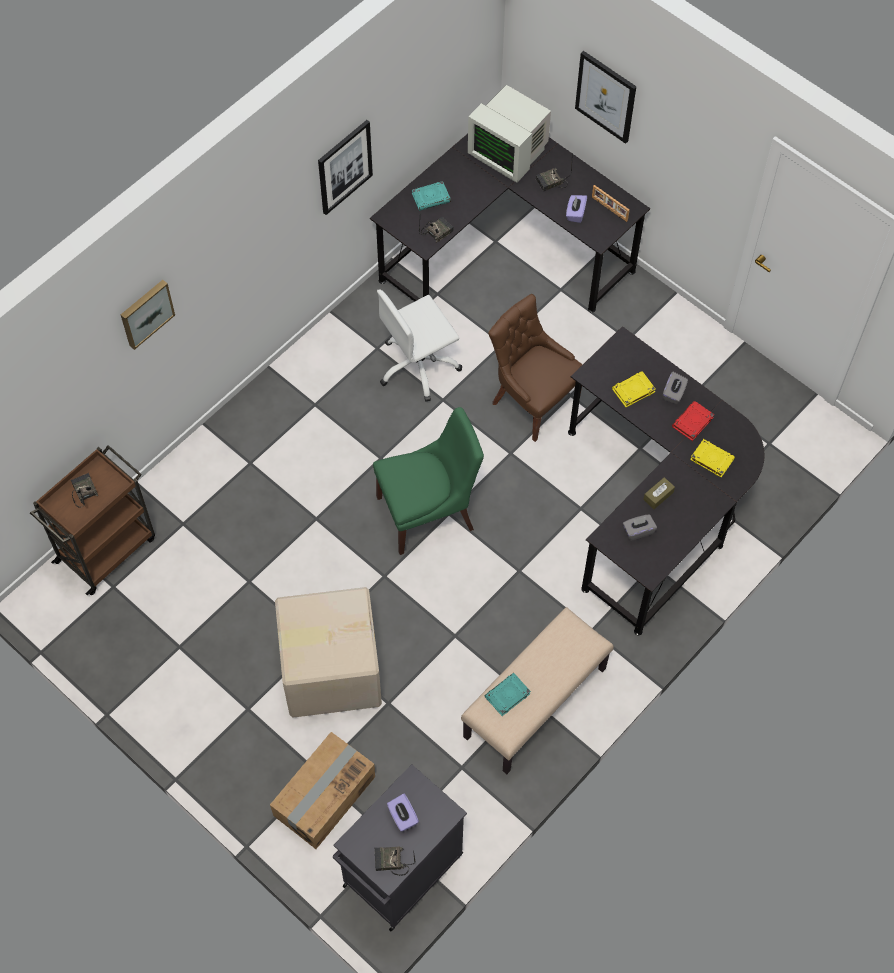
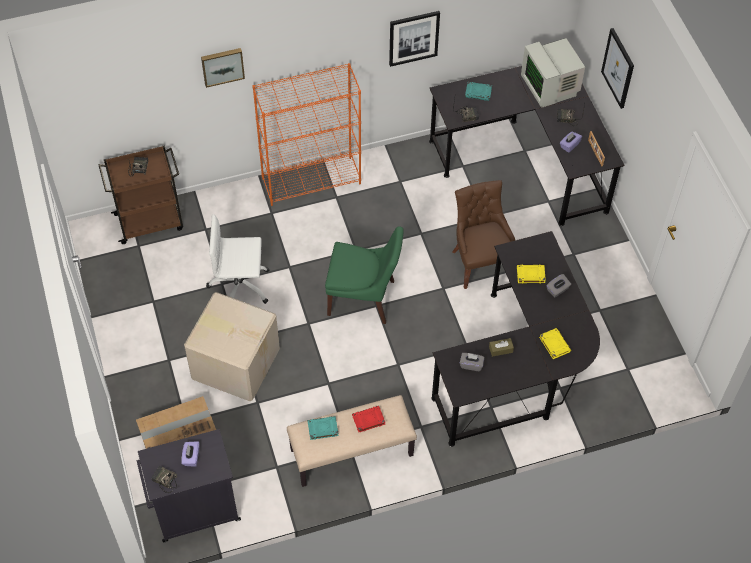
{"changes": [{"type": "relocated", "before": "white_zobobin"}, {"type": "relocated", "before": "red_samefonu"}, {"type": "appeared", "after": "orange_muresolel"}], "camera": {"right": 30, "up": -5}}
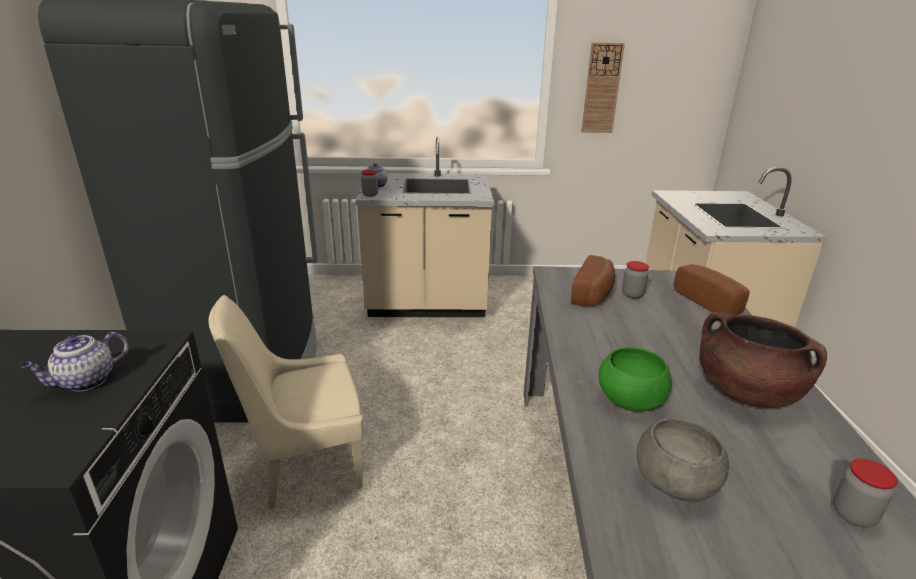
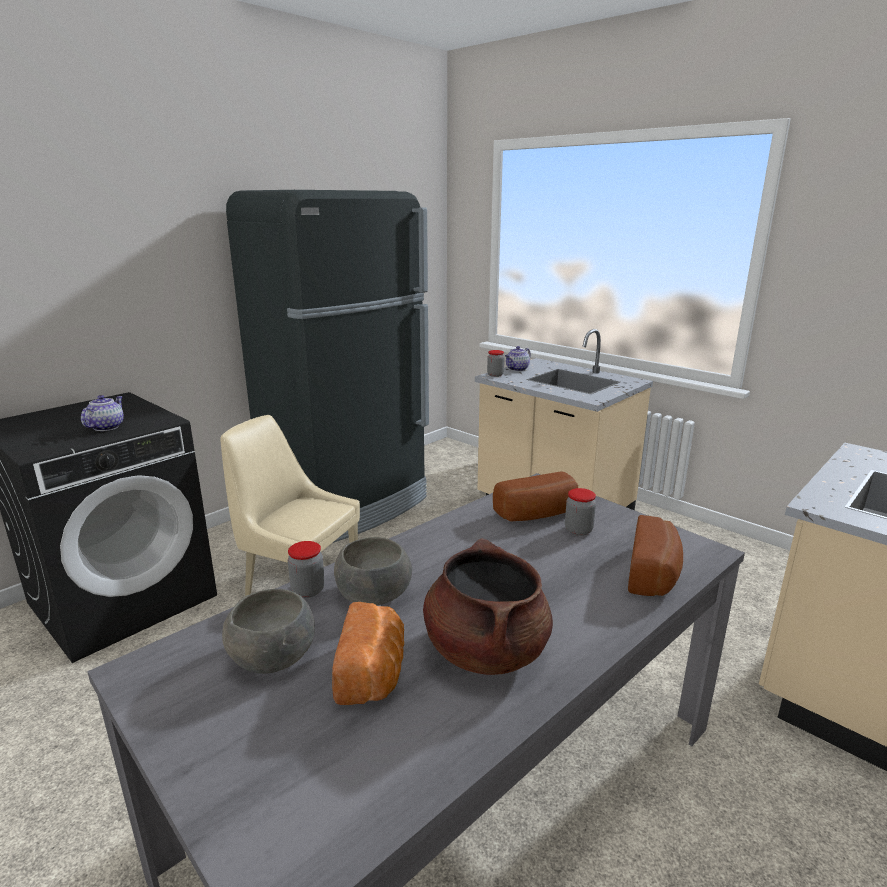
{"changes": [{"type": "missing", "before": "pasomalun"}, {"type": "spun", "before": "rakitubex (no. 1 from left)", "turn": 105}, {"type": "colour", "before": "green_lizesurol", "after": "grey_lizesurol (no. 2 from left)"}, {"type": "relocated", "before": "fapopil (no. 3 from left in the first image)", "after": "fapopil (no. 1 from left)"}, {"type": "appeared", "after": "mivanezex (no. 1 from left)"}], "camera": {"right": 45, "up": -5}}
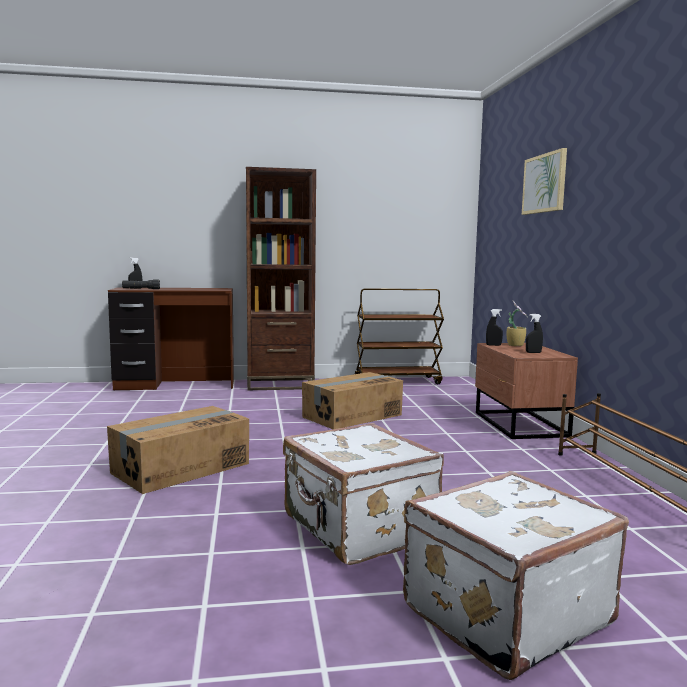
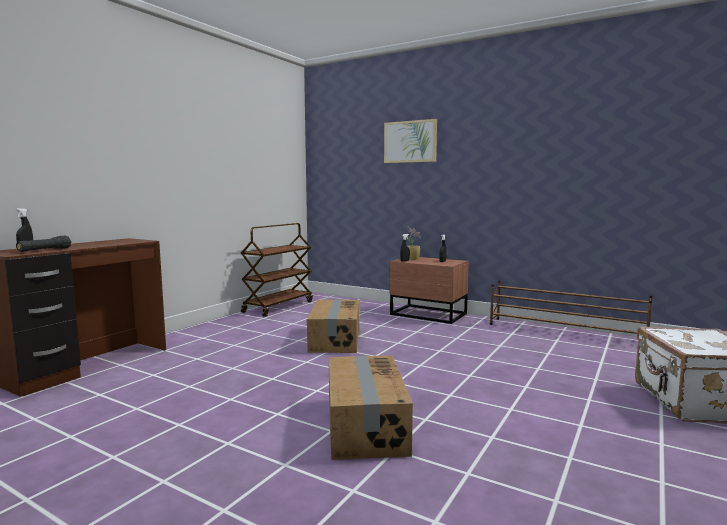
{"changes": [{"type": "missing", "before": "brown_muresolel"}, {"type": "missing", "before": "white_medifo (no. 1 from left)"}], "camera": {"right": -50, "up": 0}}
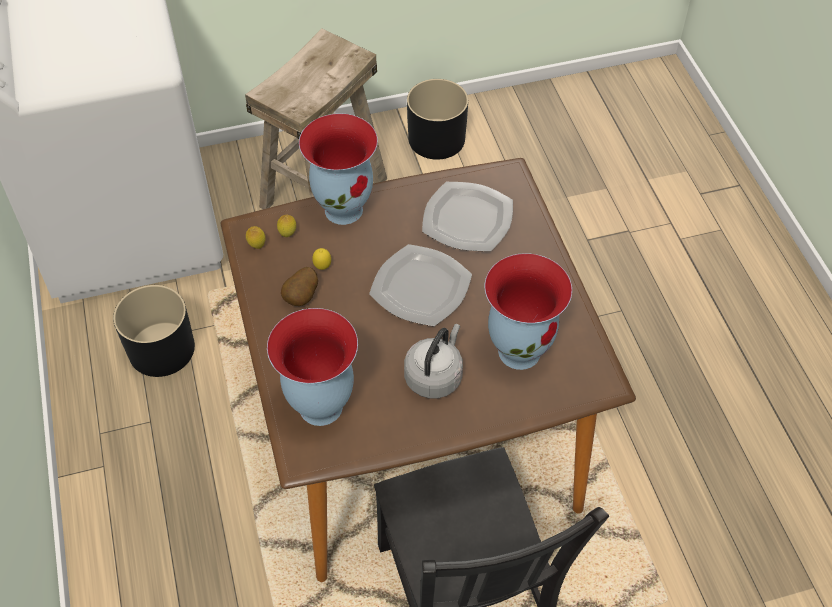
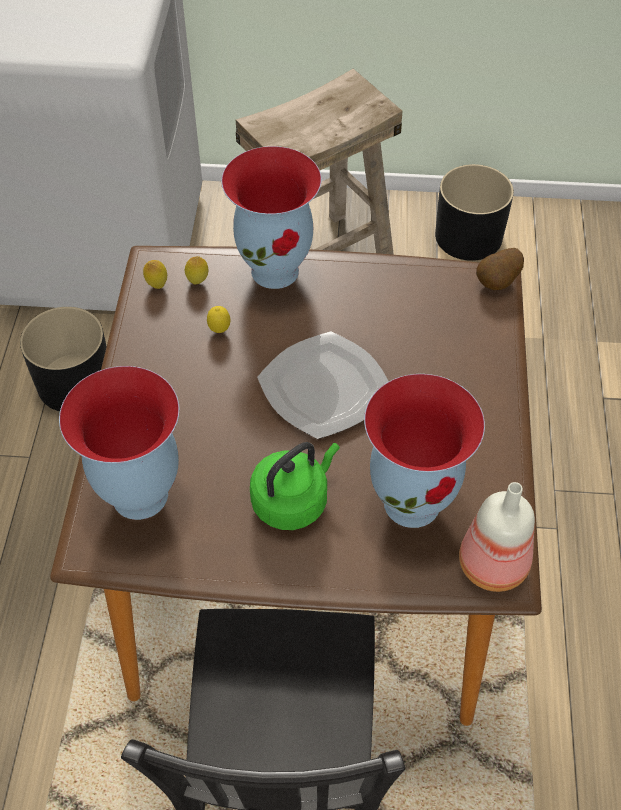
{"changes": [{"type": "missing", "before": "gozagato (no. 2 from left)"}, {"type": "relocated", "before": "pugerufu"}, {"type": "colour", "before": "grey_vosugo", "after": "green_vosugo"}, {"type": "appeared", "after": "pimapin"}], "camera": {"right": 20, "up": 0}}
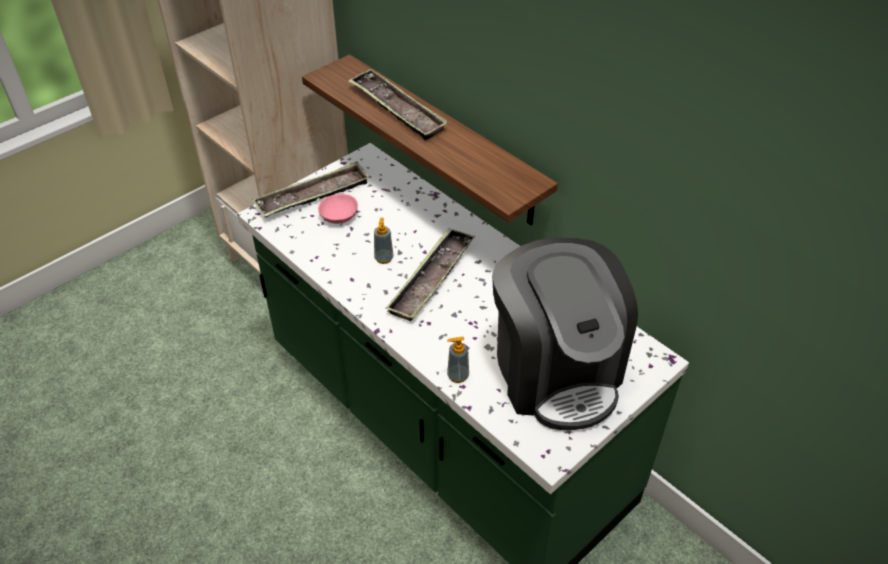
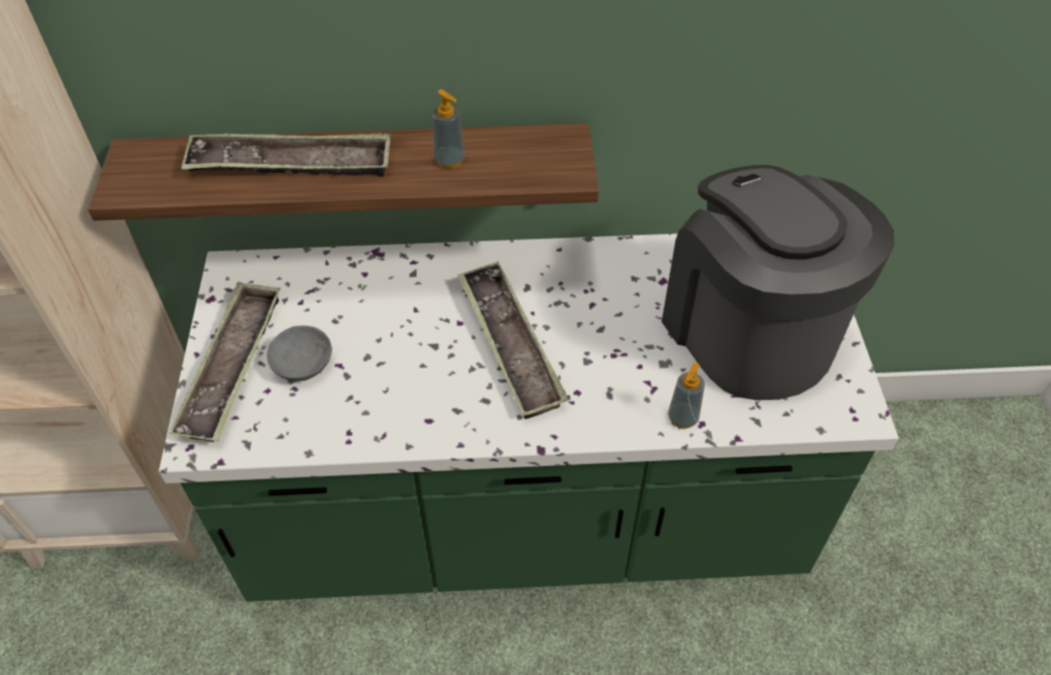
{"changes": [{"type": "colour", "before": "pink_lizesurol", "after": "grey_lizesurol"}, {"type": "relocated", "before": "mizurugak (no. 1 from left)"}, {"type": "spun", "before": "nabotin", "turn": -135}], "camera": {"right": -50, "up": 5}}
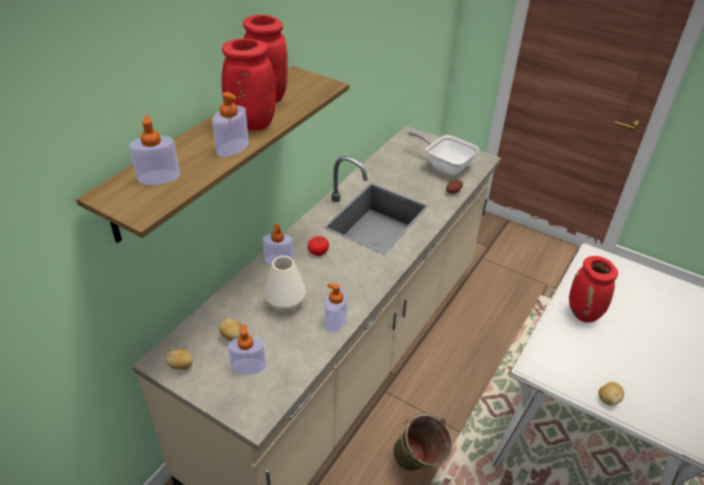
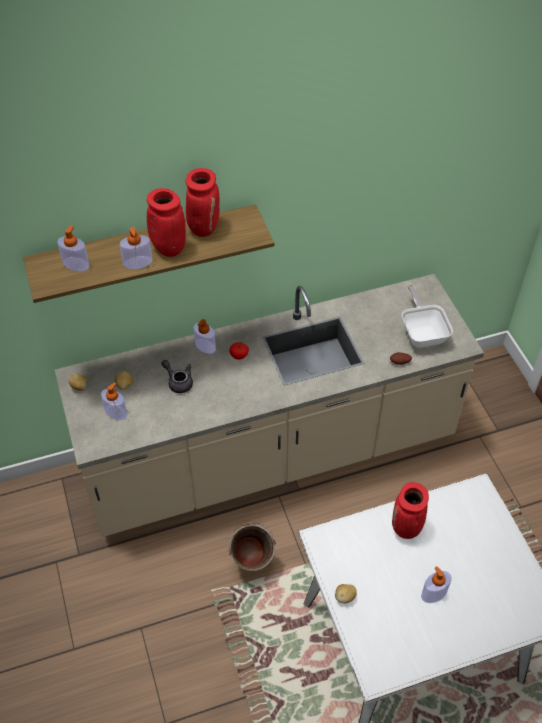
{"changes": [{"type": "exchanged", "before": "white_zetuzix", "after": "grey_rakitubex"}, {"type": "relocated", "before": "mizurugak (no. 5 from left)"}], "camera": {"right": 40, "up": 10}}
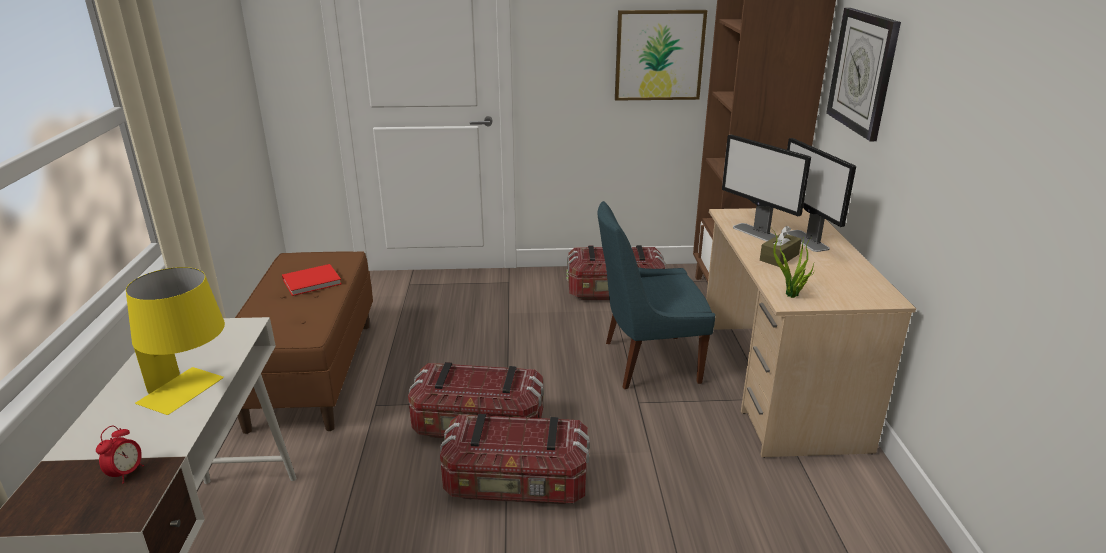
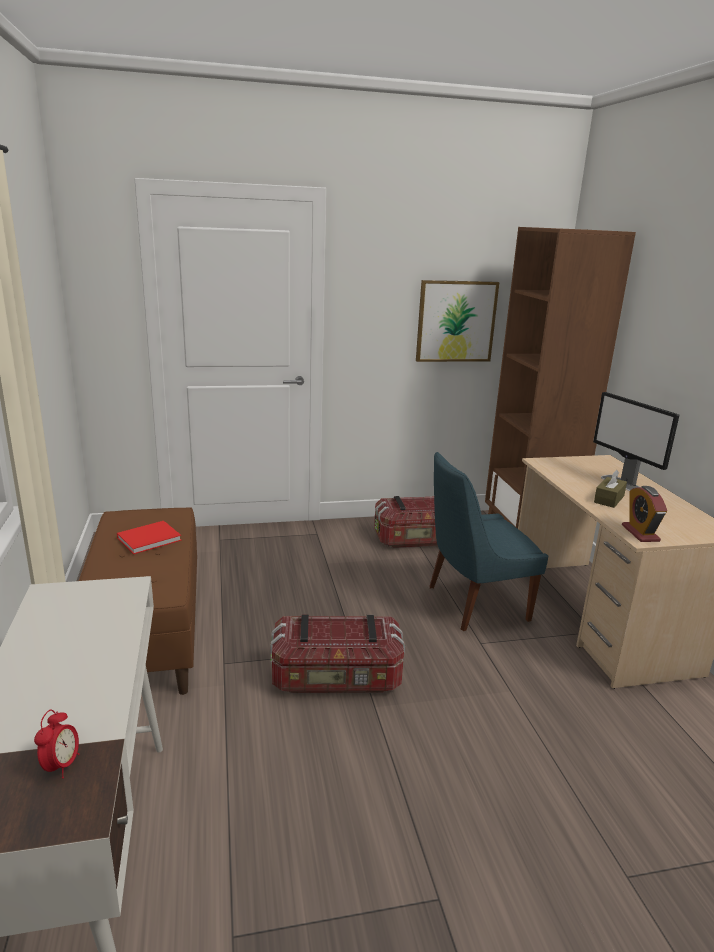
{"changes": [{"type": "missing", "before": "pasomalun"}, {"type": "missing", "before": "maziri (no. 1 from left)"}, {"type": "exchanged", "before": "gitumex", "after": "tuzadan (no. 2 from left)"}, {"type": "missing", "before": "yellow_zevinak"}, {"type": "missing", "before": "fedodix (no. 2 from left)"}], "camera": {"right": -10, "up": -5}}
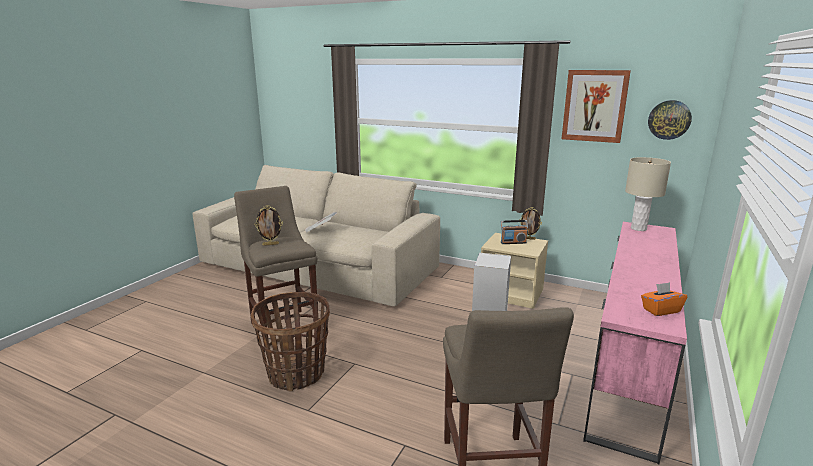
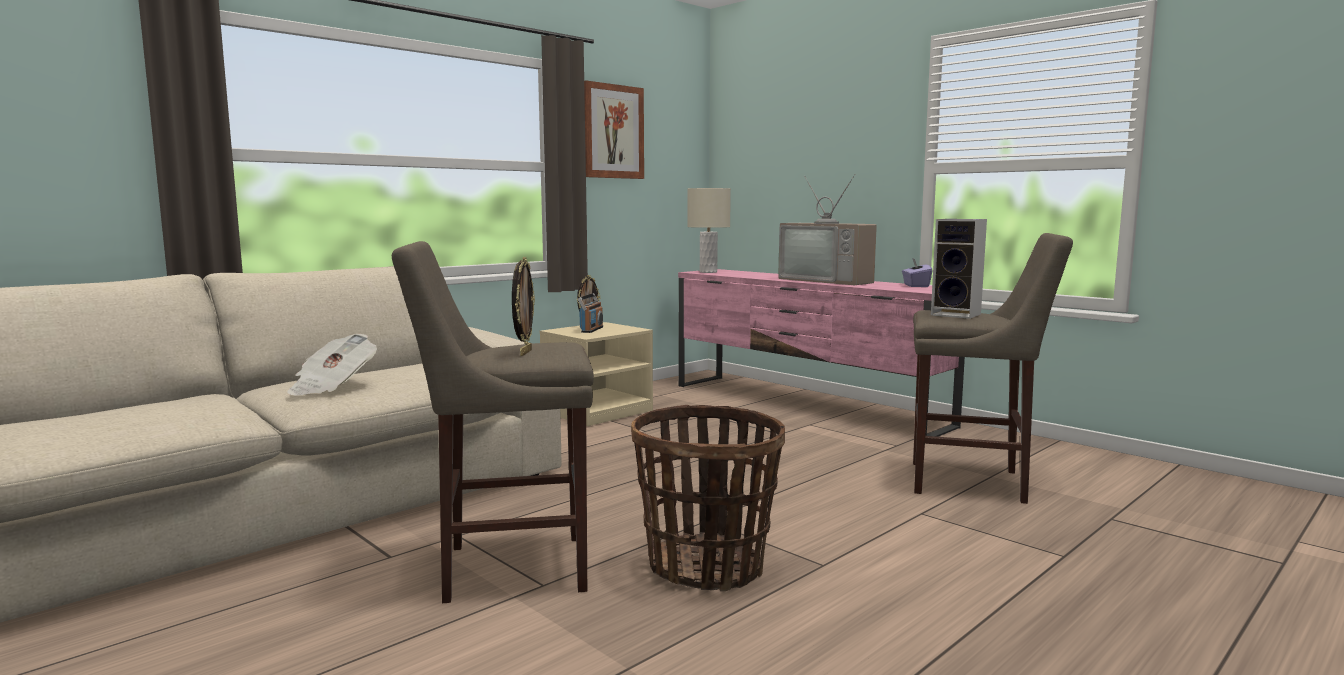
{"changes": [{"type": "missing", "before": "pasomalun"}, {"type": "colour", "before": "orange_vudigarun", "after": "purple_vudigarun"}, {"type": "appeared", "after": "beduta"}], "camera": {"right": -70, "up": -10}}
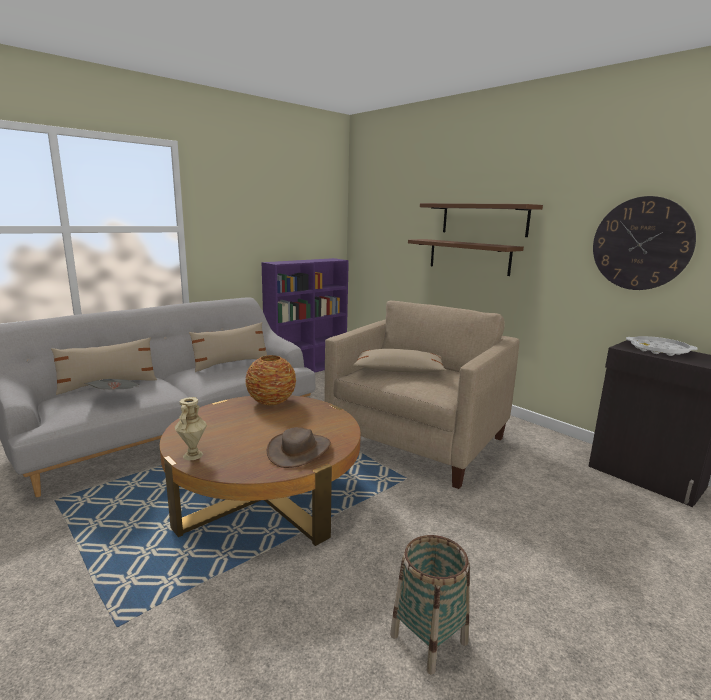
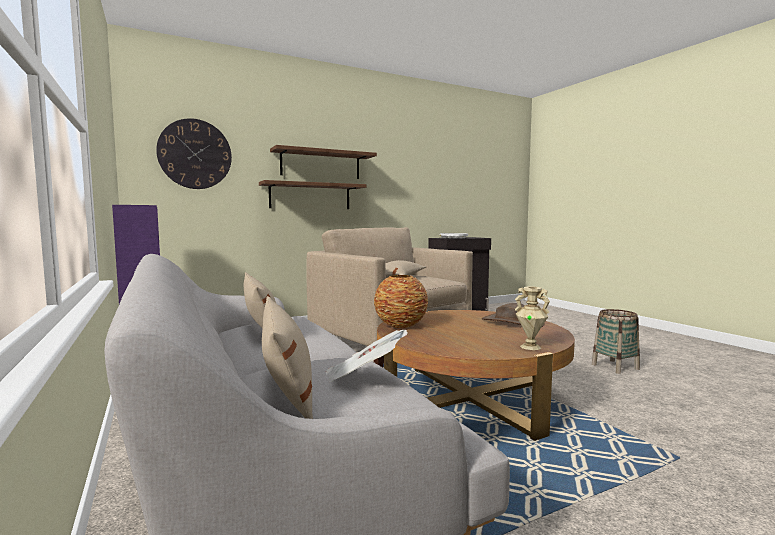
{"changes": [{"type": "relocated", "before": "pasomalun"}], "camera": {"right": -75, "up": -10}}
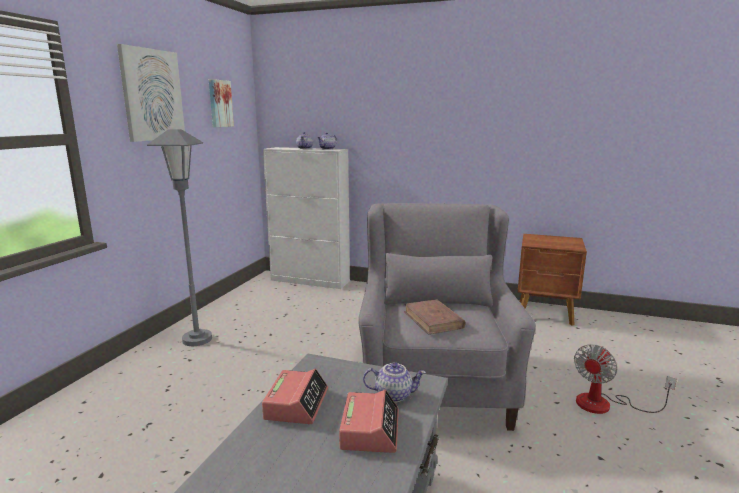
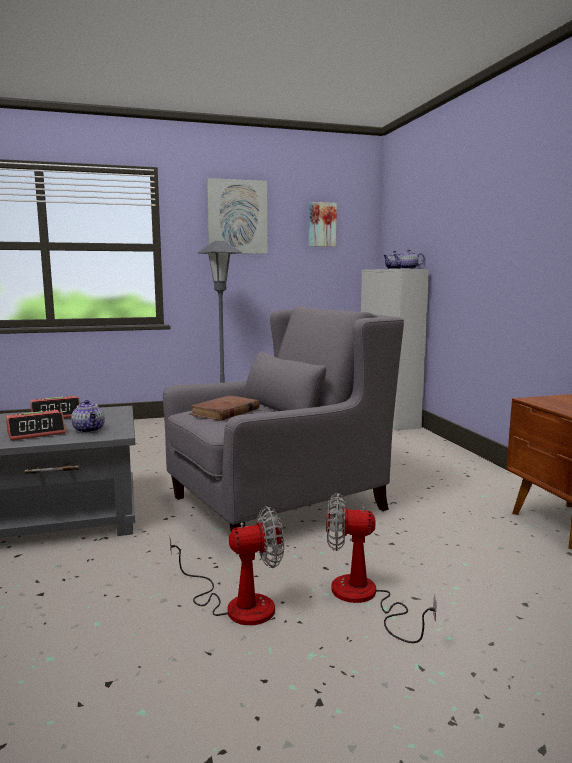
{"changes": [{"type": "appeared", "after": "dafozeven (no. 1 from left)"}], "camera": {"right": 55, "up": -5}}
